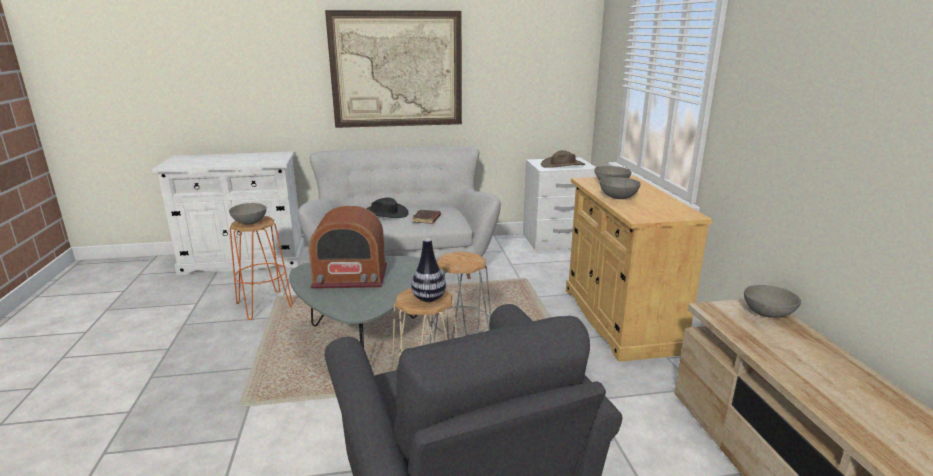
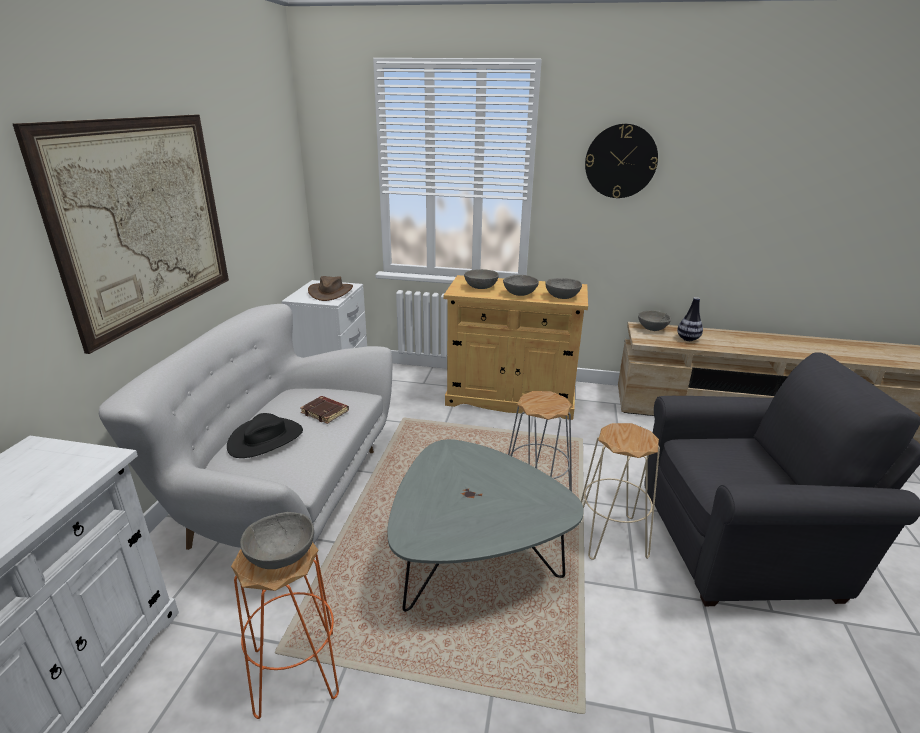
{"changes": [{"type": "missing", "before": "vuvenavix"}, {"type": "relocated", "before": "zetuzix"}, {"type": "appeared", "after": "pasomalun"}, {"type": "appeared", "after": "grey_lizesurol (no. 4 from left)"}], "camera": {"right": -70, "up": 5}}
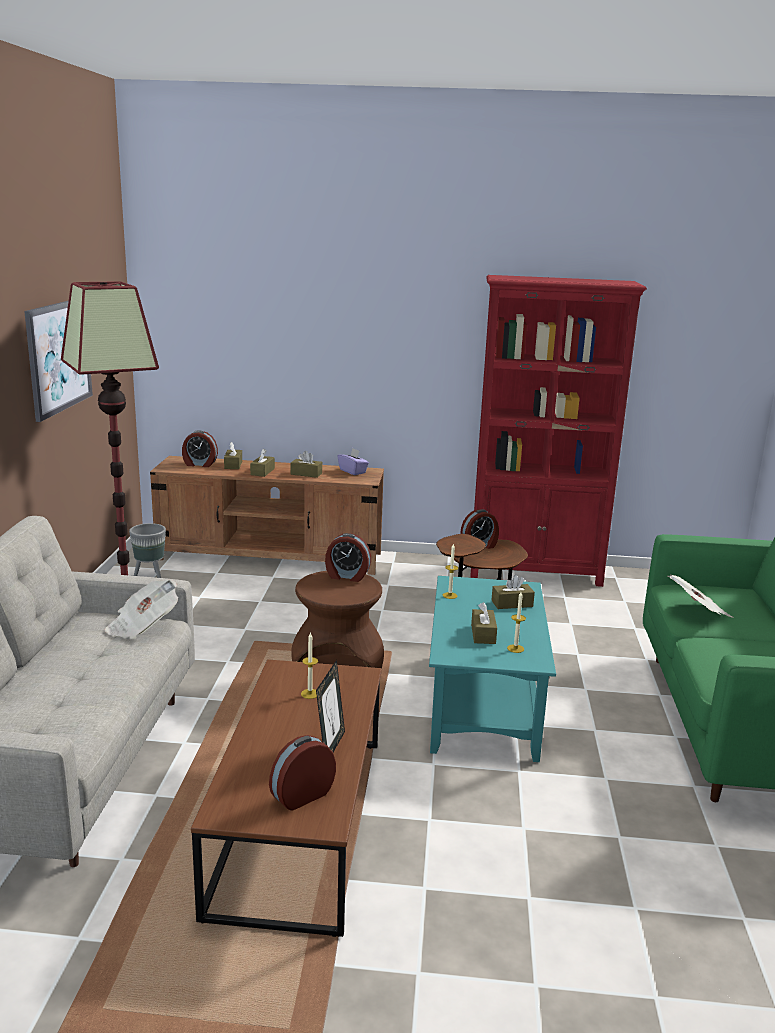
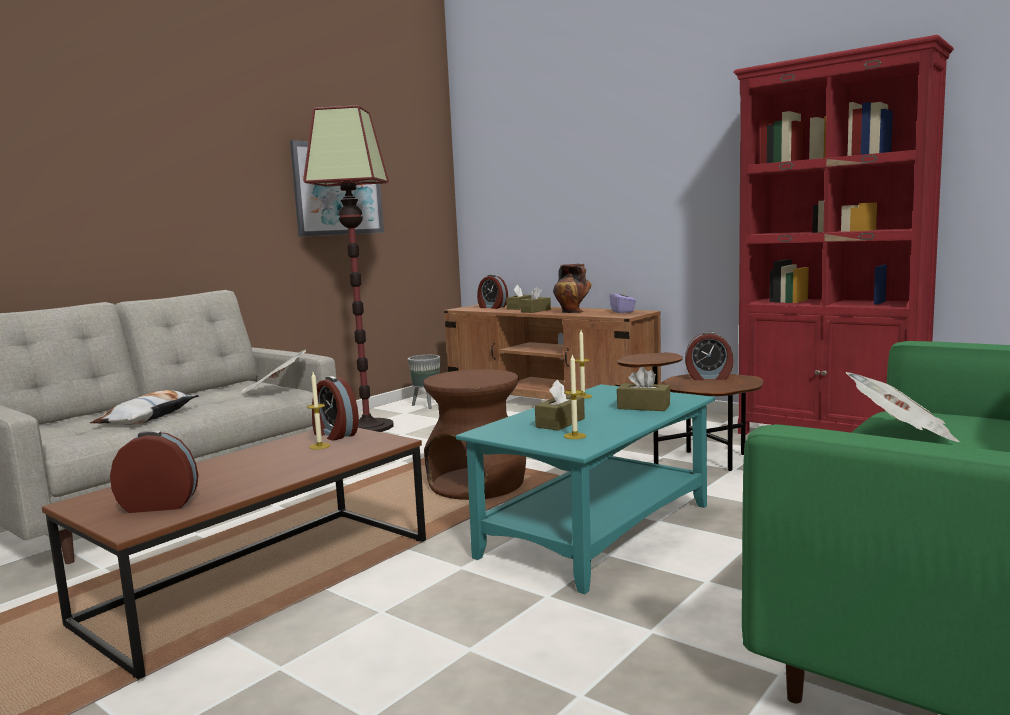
{"changes": [{"type": "exchanged", "before": "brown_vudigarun (no. 3 from left)", "after": "zetuzix"}, {"type": "relocated", "before": "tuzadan (no. 3 from left in the first image)", "after": "tuzadan (no. 2 from left)"}, {"type": "missing", "before": "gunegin"}, {"type": "appeared", "after": "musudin"}], "camera": {"right": 35, "up": -10}}
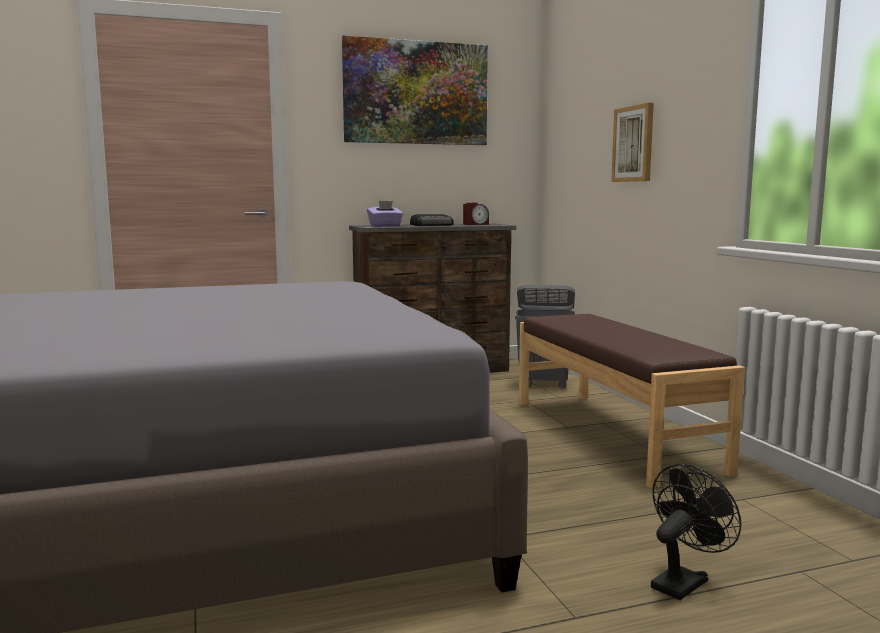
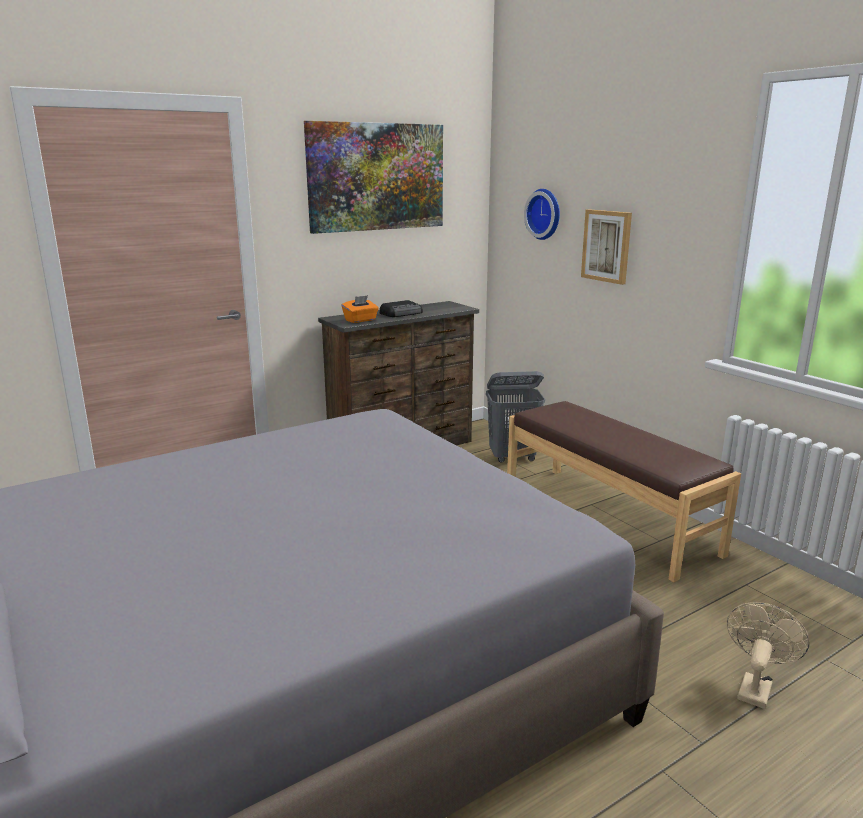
{"changes": [{"type": "colour", "before": "purple_vudigarun", "after": "orange_vudigarun"}, {"type": "missing", "before": "tuzadan"}, {"type": "colour", "before": "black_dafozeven", "after": "beige_dafozeven"}, {"type": "appeared", "after": "pasomalun"}], "camera": {"right": -15, "up": 10}}
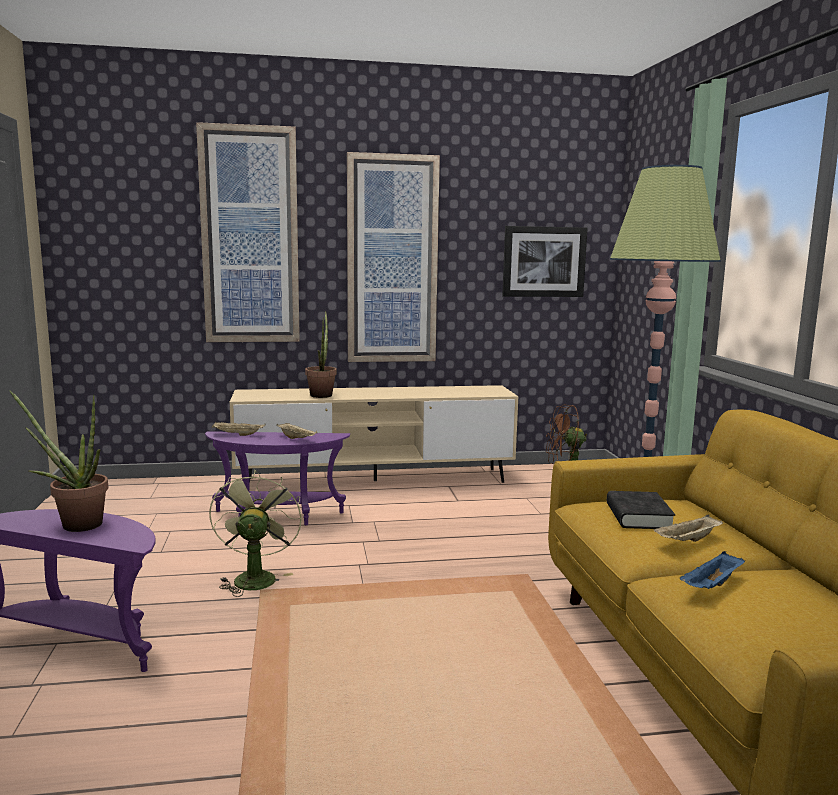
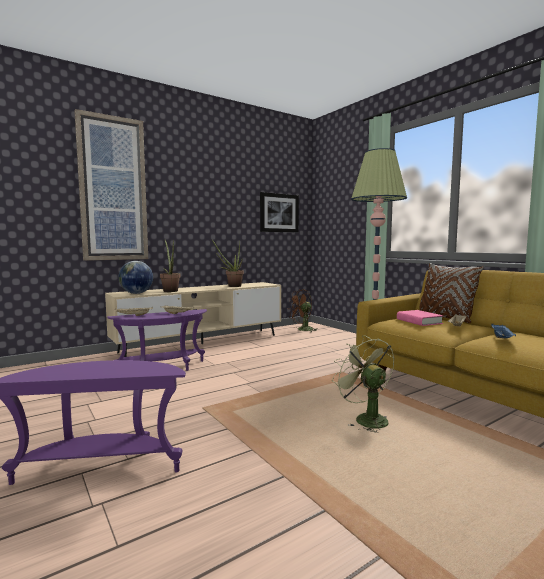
{"changes": [{"type": "missing", "before": "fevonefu (no. 2 from left)"}, {"type": "relocated", "before": "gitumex (no. 1 from left in the first image)", "after": "gitumex (no. 2 from left)"}, {"type": "relocated", "before": "green_dafozeven"}, {"type": "colour", "before": "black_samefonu", "after": "pink_samefonu"}, {"type": "appeared", "after": "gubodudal"}, {"type": "appeared", "after": "brown_musudin"}], "camera": {"right": -25, "up": -5}}
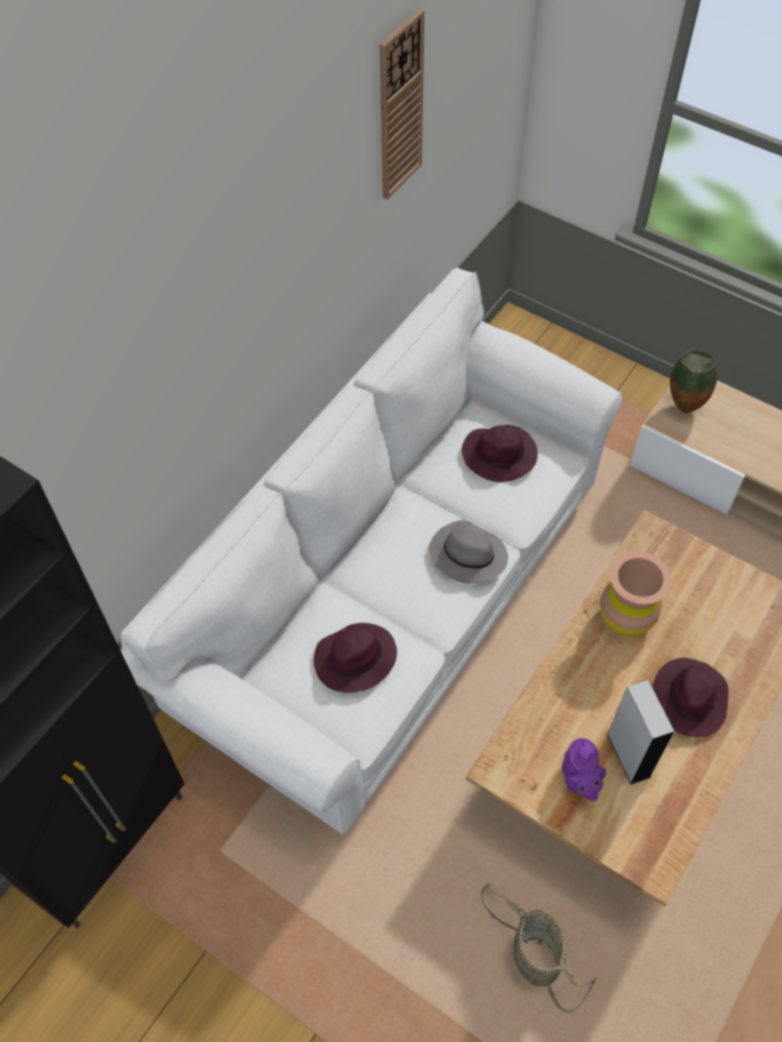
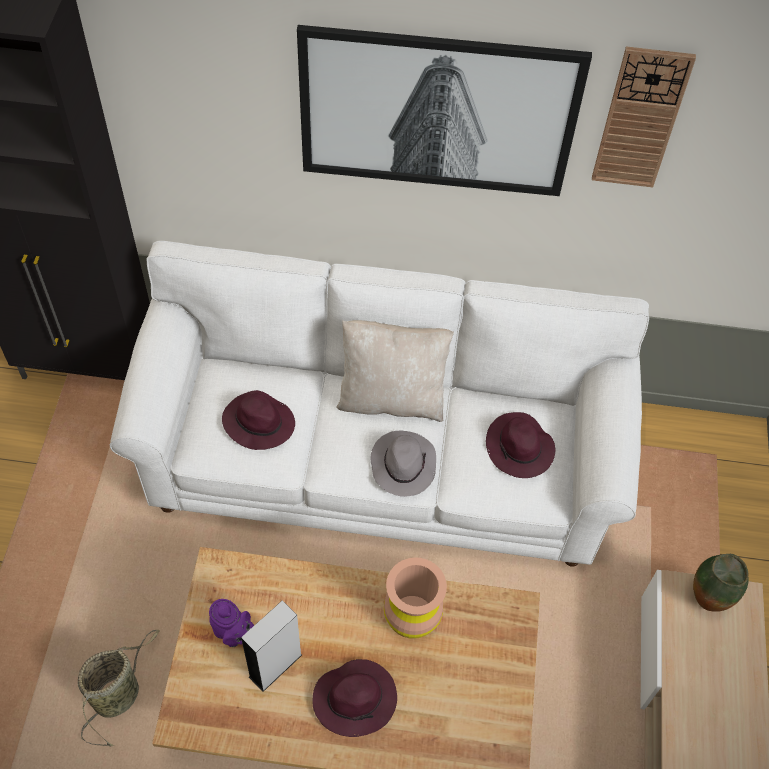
{"changes": [{"type": "spun", "before": "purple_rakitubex", "turn": -105}, {"type": "appeared", "after": "fevonefu"}, {"type": "appeared", "after": "beige_musudin"}], "camera": {"right": 60, "up": 0}}
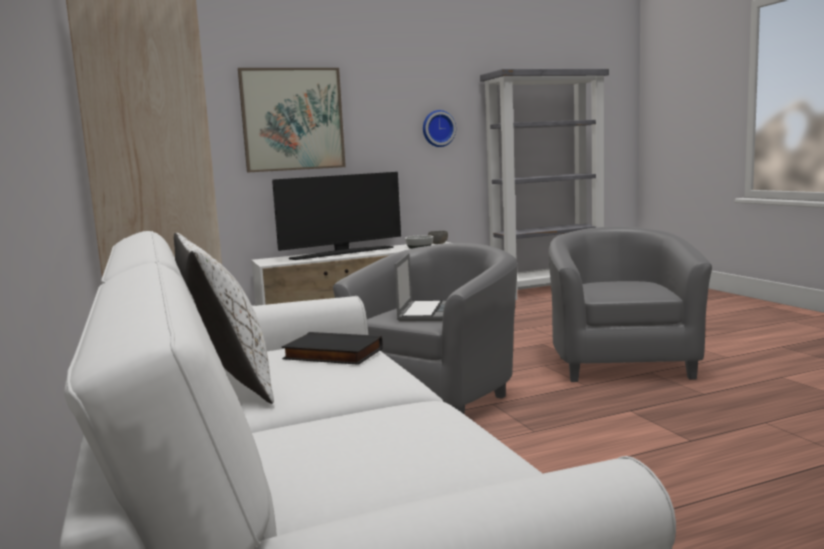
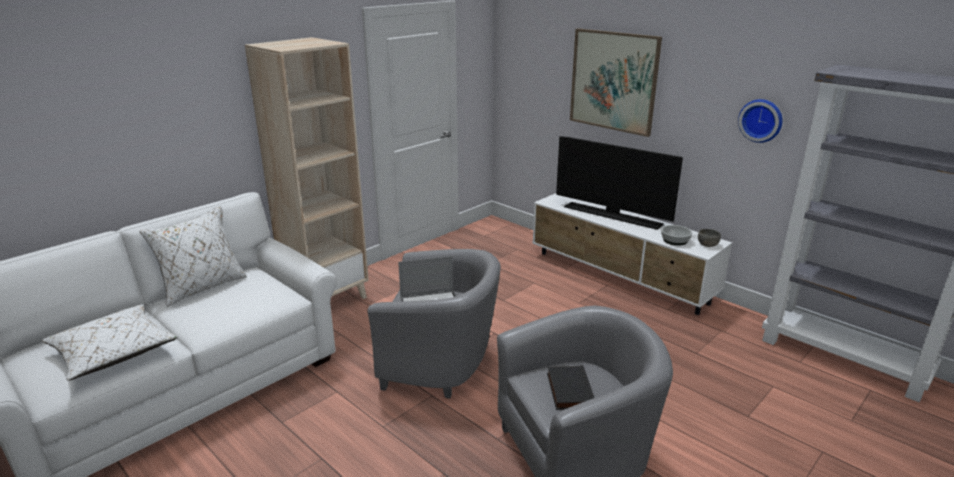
{"changes": [{"type": "relocated", "before": "black_samefonu"}, {"type": "appeared", "after": "white_musudin (no. 1 from left)"}], "camera": {"right": 65, "up": 15}}
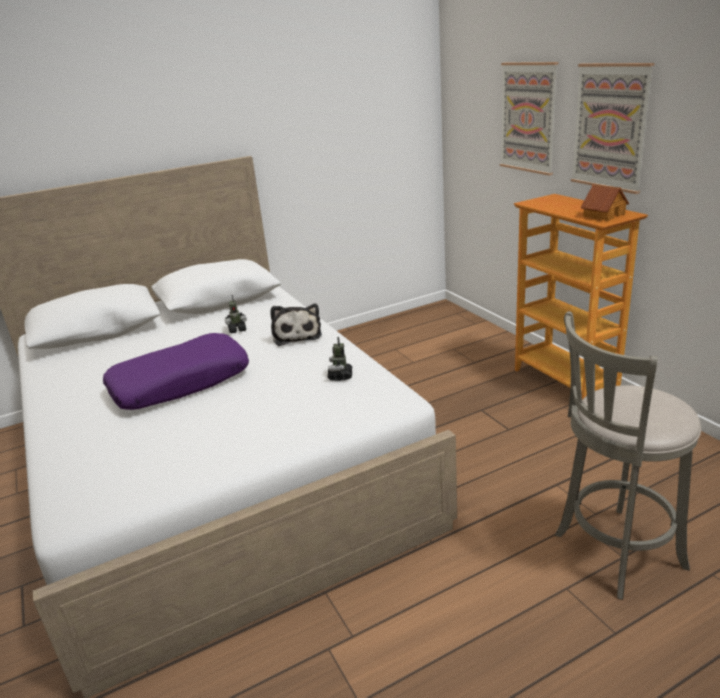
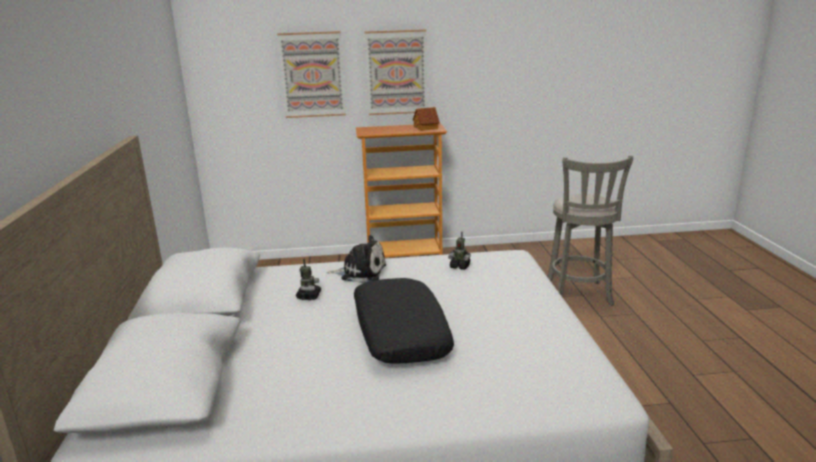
{"changes": [{"type": "colour", "before": "purple_musudin", "after": "black_musudin"}], "camera": {"right": -70, "up": -5}}
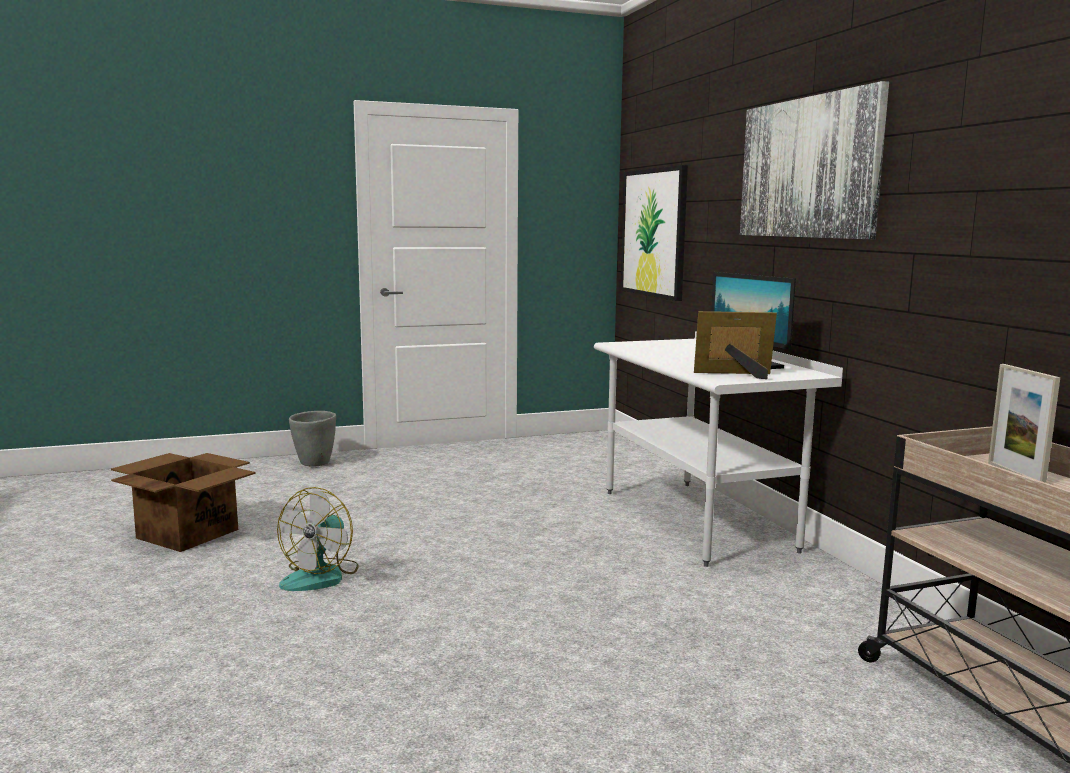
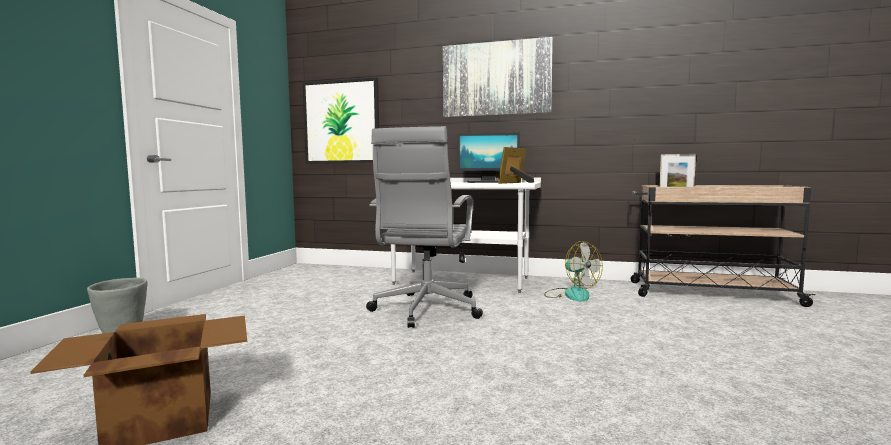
{"changes": [{"type": "relocated", "before": "dafozeven"}, {"type": "appeared", "after": "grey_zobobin"}], "camera": {"right": -55, "up": -5}}
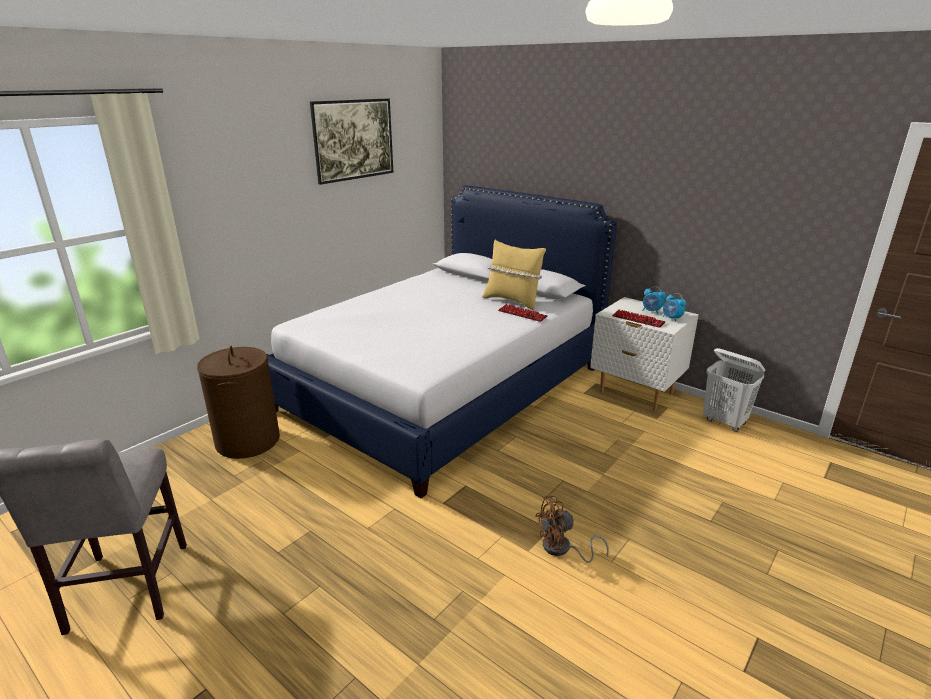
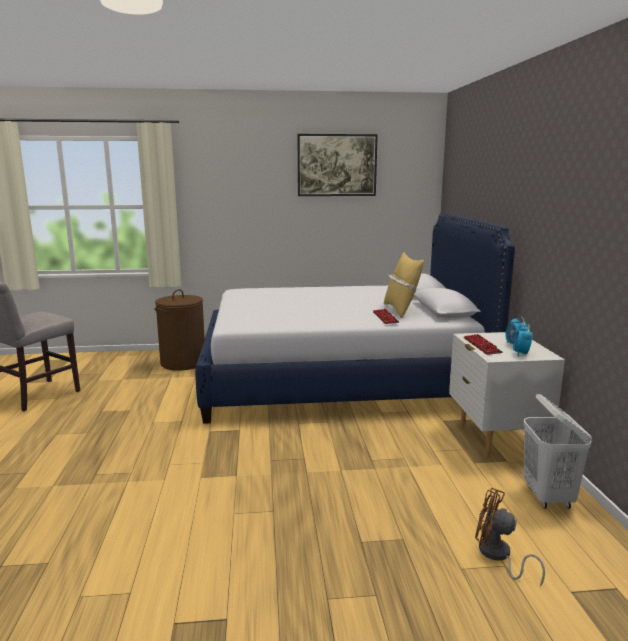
{"changes": [{"type": "relocated", "before": "brown_dafozeven"}], "camera": {"right": 45, "up": -10}}
